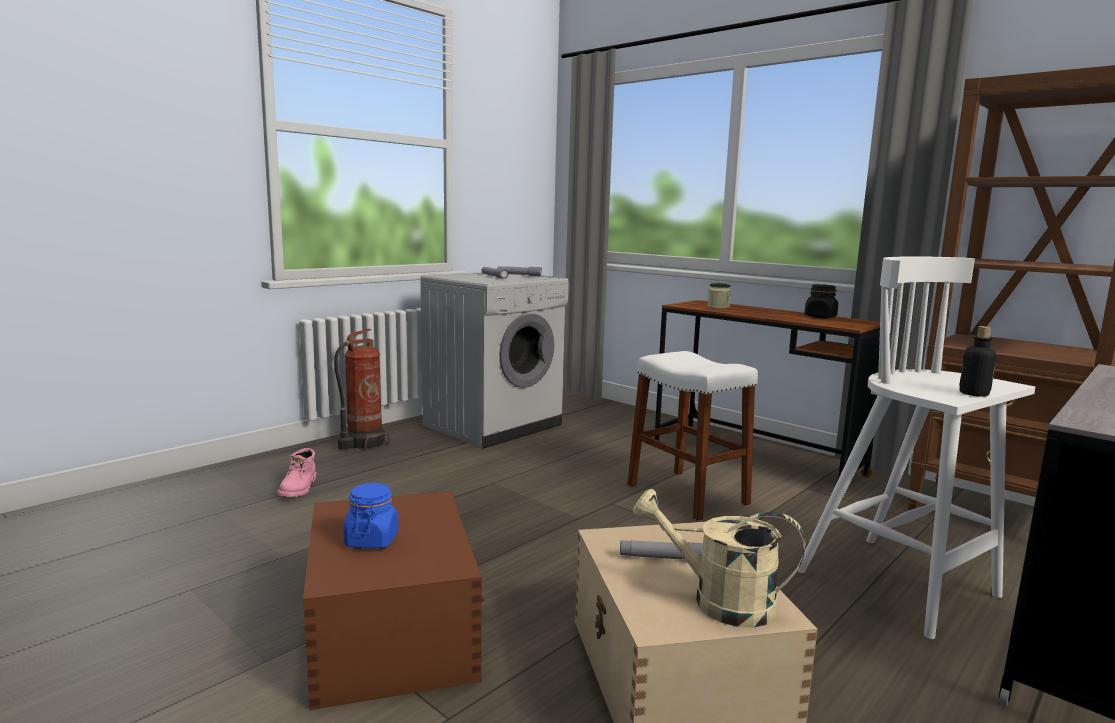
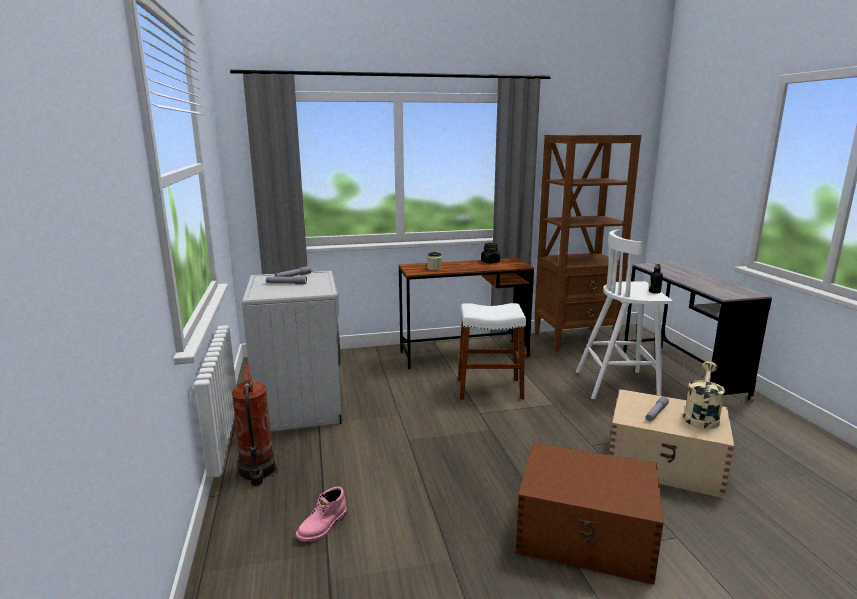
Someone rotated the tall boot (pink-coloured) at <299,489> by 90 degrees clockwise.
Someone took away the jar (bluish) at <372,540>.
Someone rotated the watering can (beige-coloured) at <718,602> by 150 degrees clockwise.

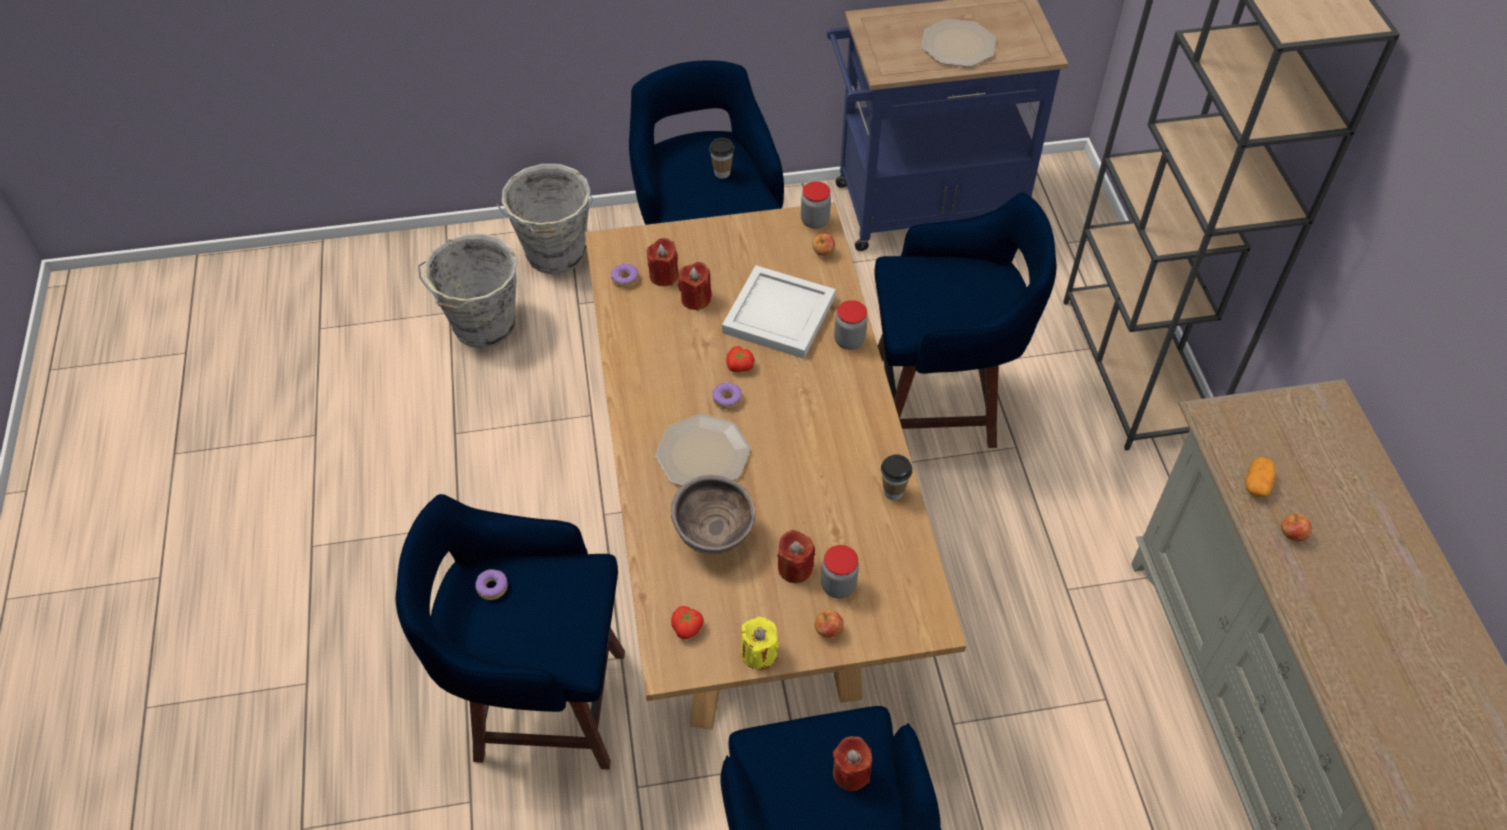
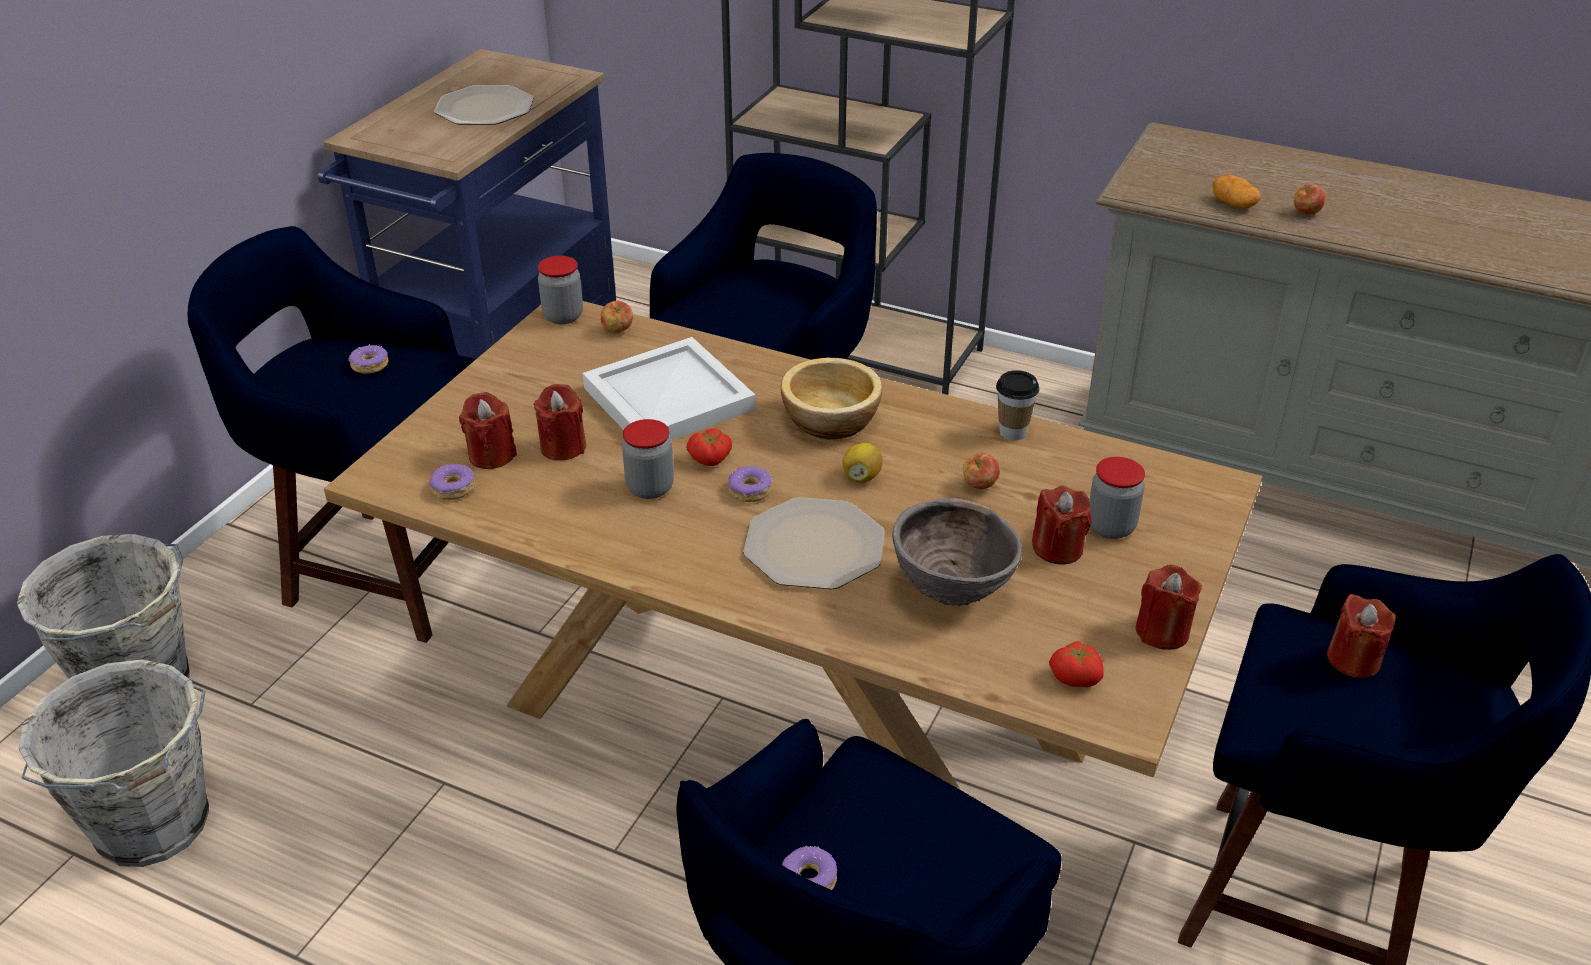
Someone swapped the small cup at <722,173> for the donut at <369,365>.
Someone carried the jar from <849,340> to <650,488>.
Someone carried the apple from <828,631> to <980,486>.
Someone repainted the wax light (yellow) at <759,653>, which became the wax light (red-coloured) at <1162,631>.
Someone put down the bowl at <832,420>.
Someone put down the citrus fruit at <862,477>.

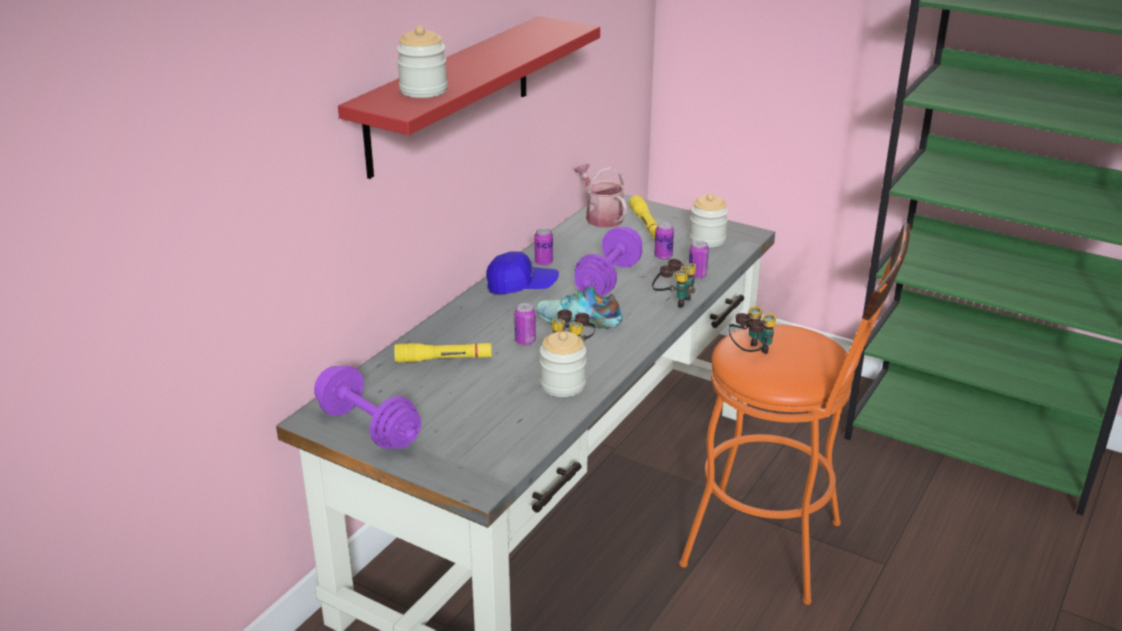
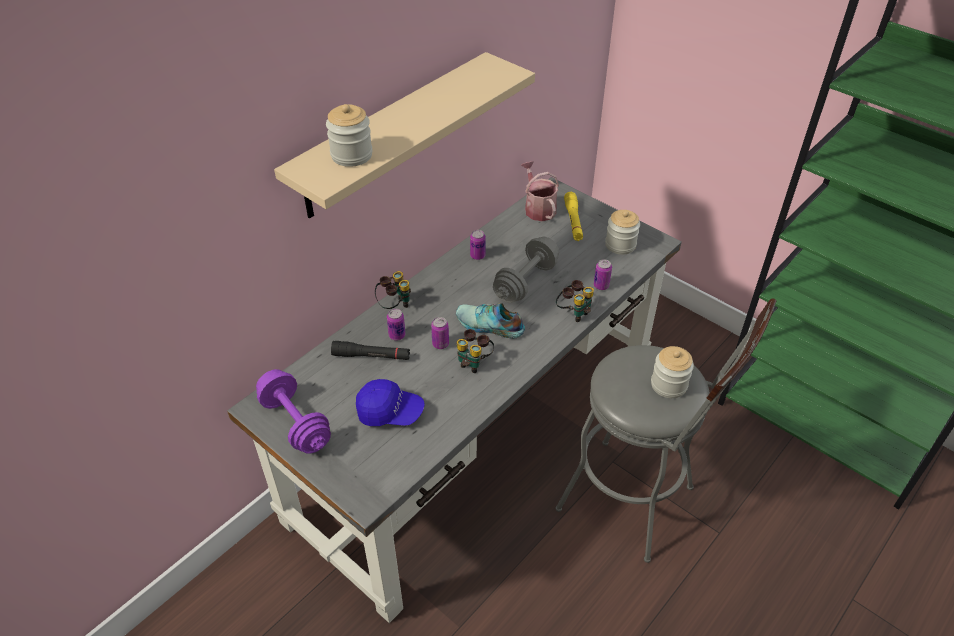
Someone repainted the wall shelf (red-coloured) at <450,95>, which became the wall shelf (beige-coloured) at <392,135>.
Someone carried the can from <663,256> to <397,335>.
Someone repainted the stool (orangey) at <777,548>, which became the stool (grey) at <636,504>.
Someone repainted the hand weight (purple-coloured) at <608,279>, which became the hand weight (grey) at <525,282>.
Someone carried the peaked cap (bluish) from <522,287> to <390,412>.
Someone carried the field glasses from <750,353> to <394,305>.
Someone carried the jar from <563,385> to <668,385>.
Someone repainted the flashlight (yellow) at <444,359>, which became the flashlight (black-coloured) at <371,356>.

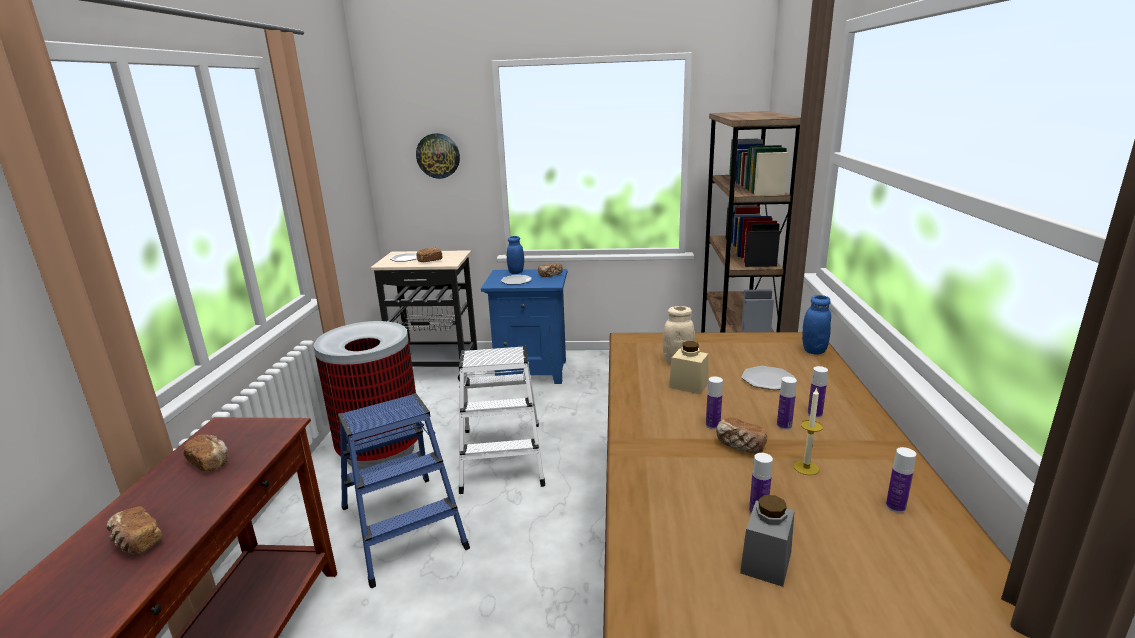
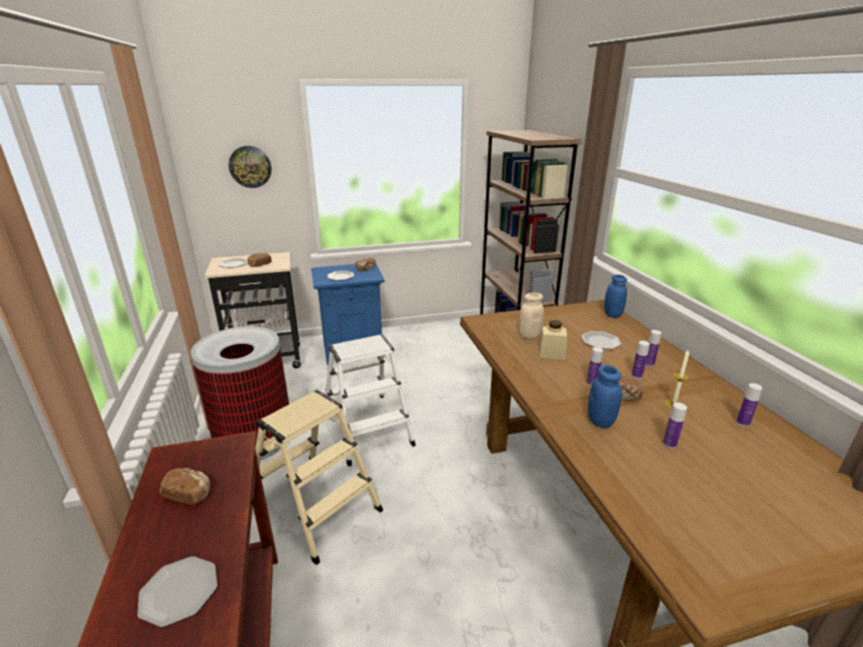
Someone carried the jar (bluish) from <516,272> to <600,421>.
Someone repainted the step stool (bluish) at <402,525>, which became the step stool (beige-coloured) at <313,504>.
Someone took away the jar (grey) at <766,562>.
Someone swapped the bread at <136,543> for the plate at <178,592>.

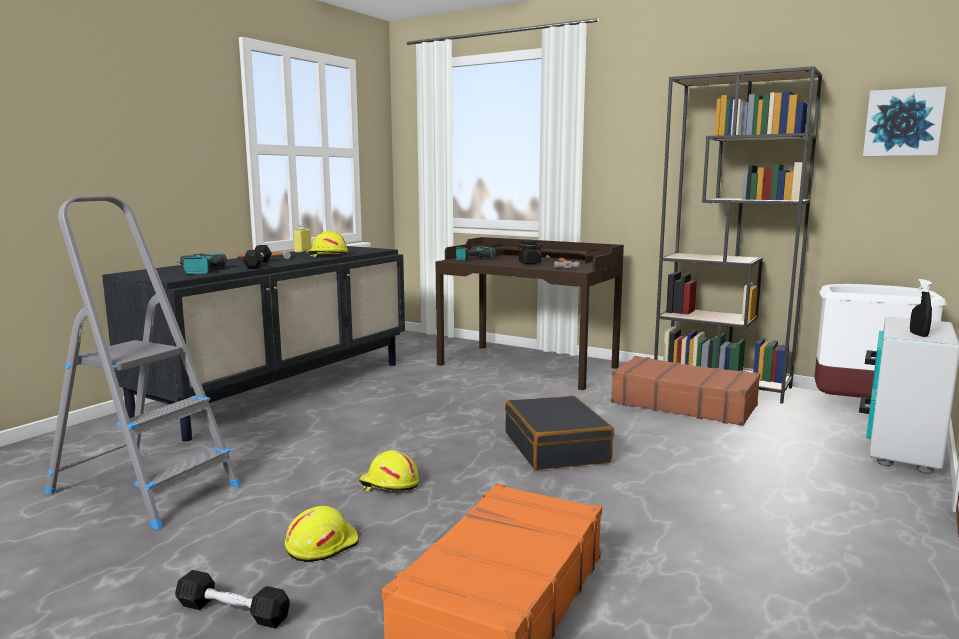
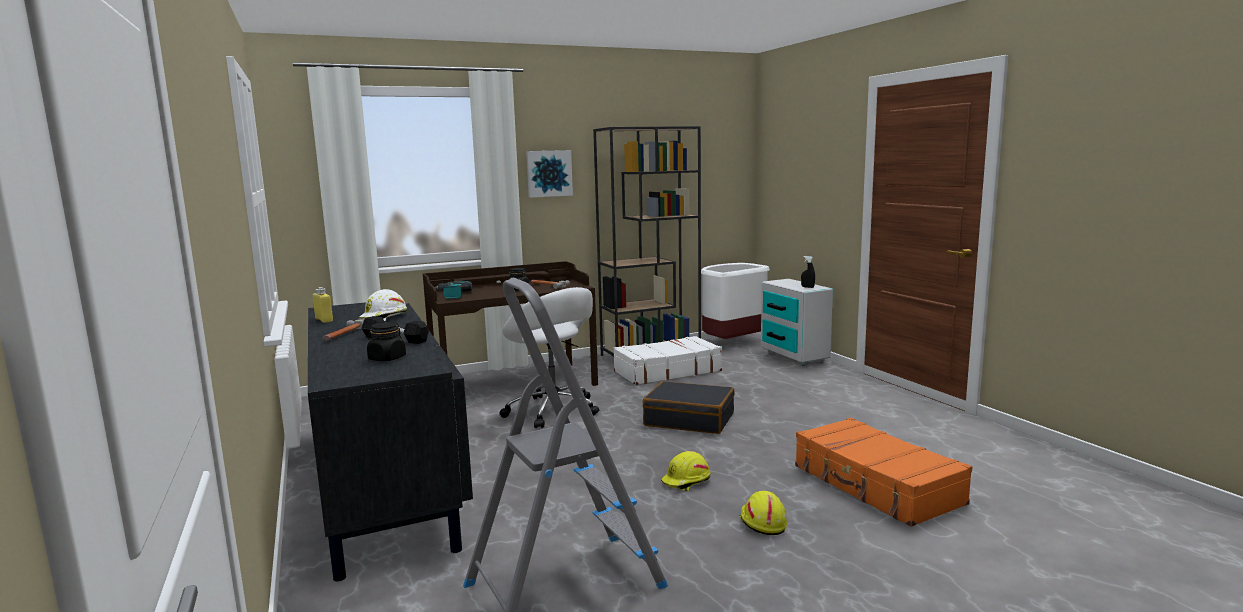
Someone carried the wall picture from <903,123> to <549,173>.
Someone repainted the work helmet (yellow) at <326,255>, which became the work helmet (white-coloured) at <384,317>.
Someone swapped the drill at <198,271> for the jar (black-coloured) at <387,358>.
Someone repainted the travel case (brownish) at <683,404>, which became the travel case (white-coloured) at <666,371>.
Someone took away the hand weight (black-coloured) at <233,612>.
Someone put down the office chair (white-coloured) at <553,411>.

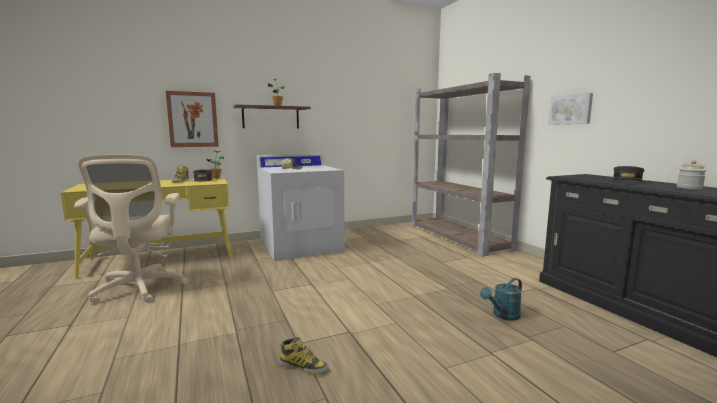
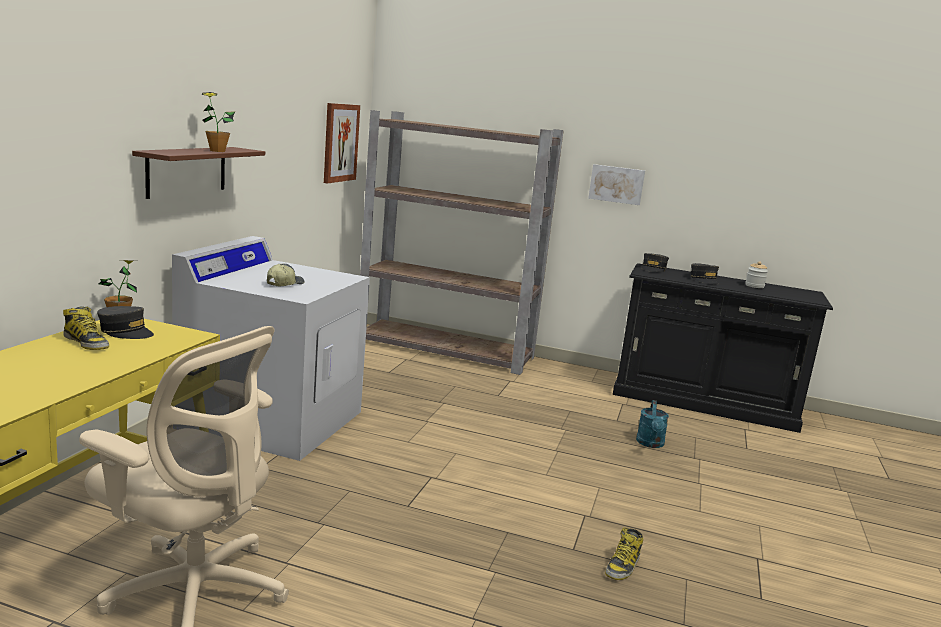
Someone carried the wall picture from <193,119> to <340,142>.
Someone rotated the tall boot at <304,366> by 150 degrees clockwise.
Someone put down the peaked cap (grey) at <653,269>.

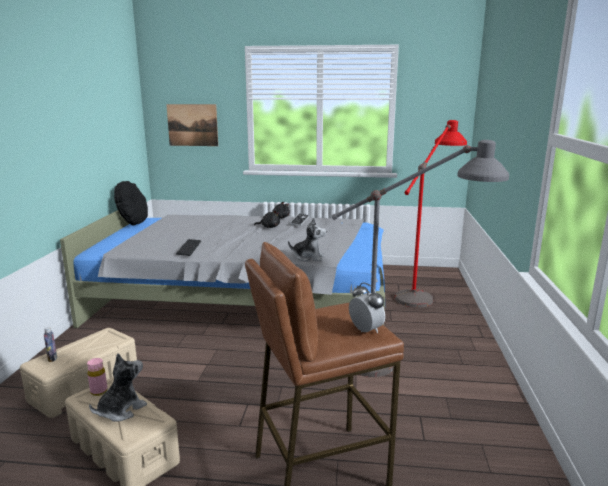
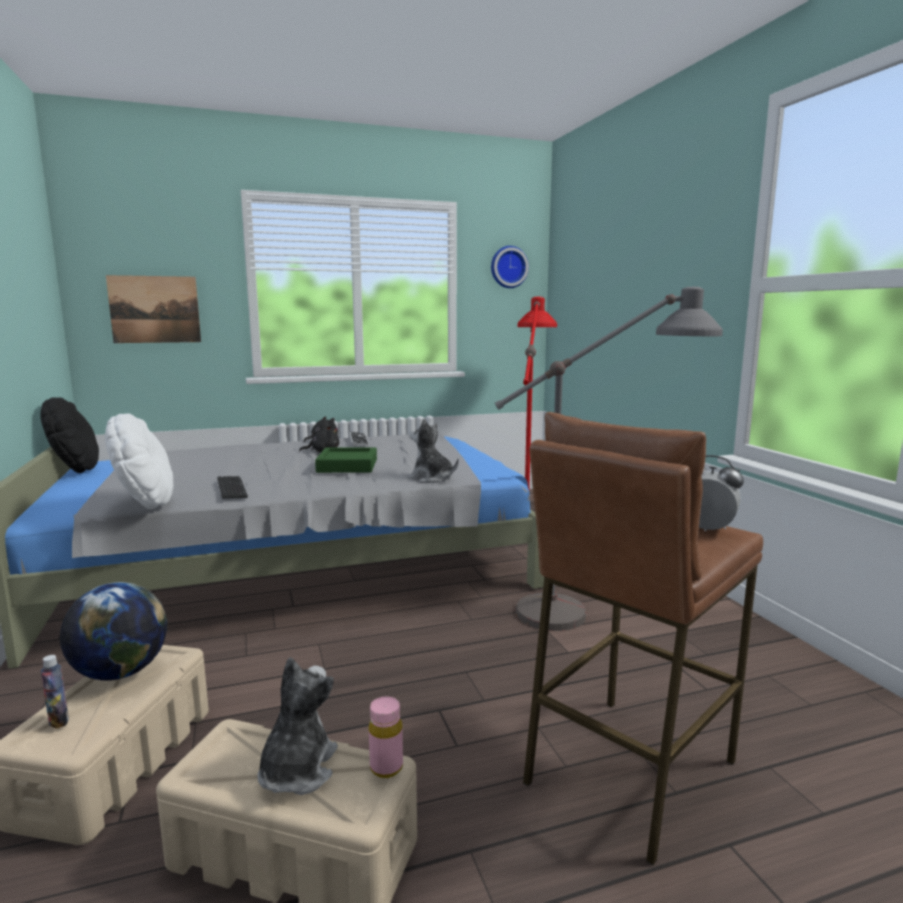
Someone rotated the plush toy at <308,257> by 135 degrees counterclockwise.
Someone carried the bottle (pink-coloured) from <99,391> to <386,767>.
Someone put up the clock on the wall at <508,267>.
Someone put down the throw pillow (white-coloured) at <145,504>.
Someone put down the tray (greenish) at <347,466>.
Someone put down the desk globe at <120,672>.

